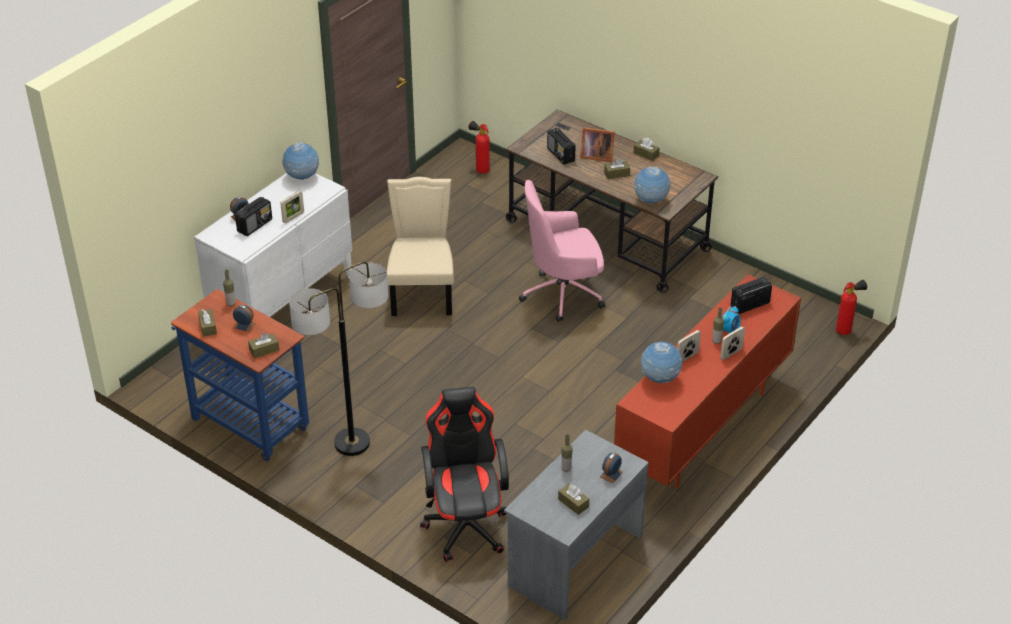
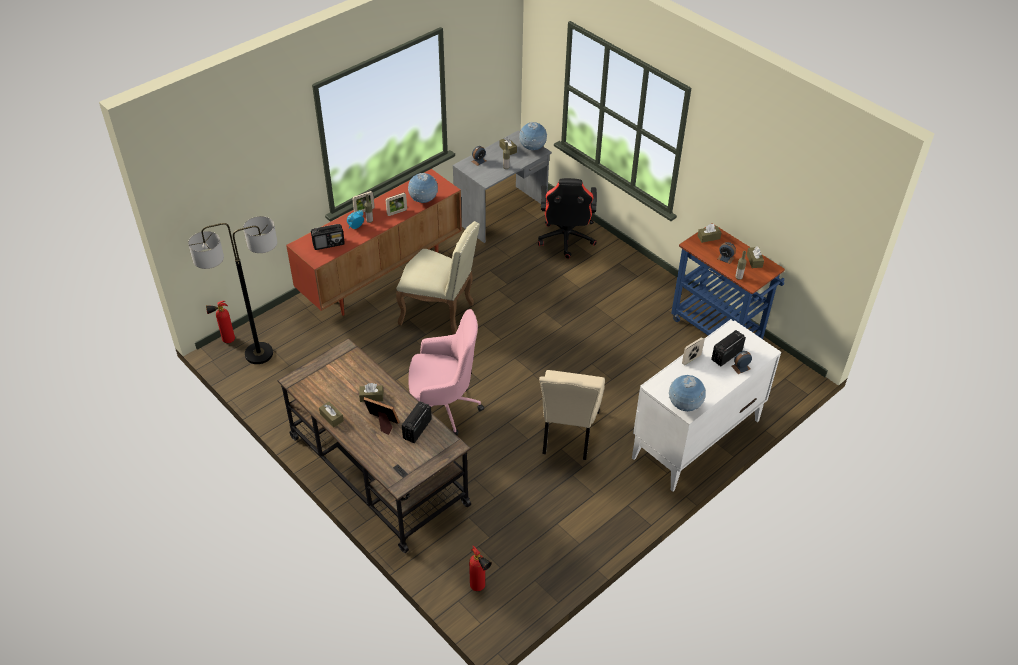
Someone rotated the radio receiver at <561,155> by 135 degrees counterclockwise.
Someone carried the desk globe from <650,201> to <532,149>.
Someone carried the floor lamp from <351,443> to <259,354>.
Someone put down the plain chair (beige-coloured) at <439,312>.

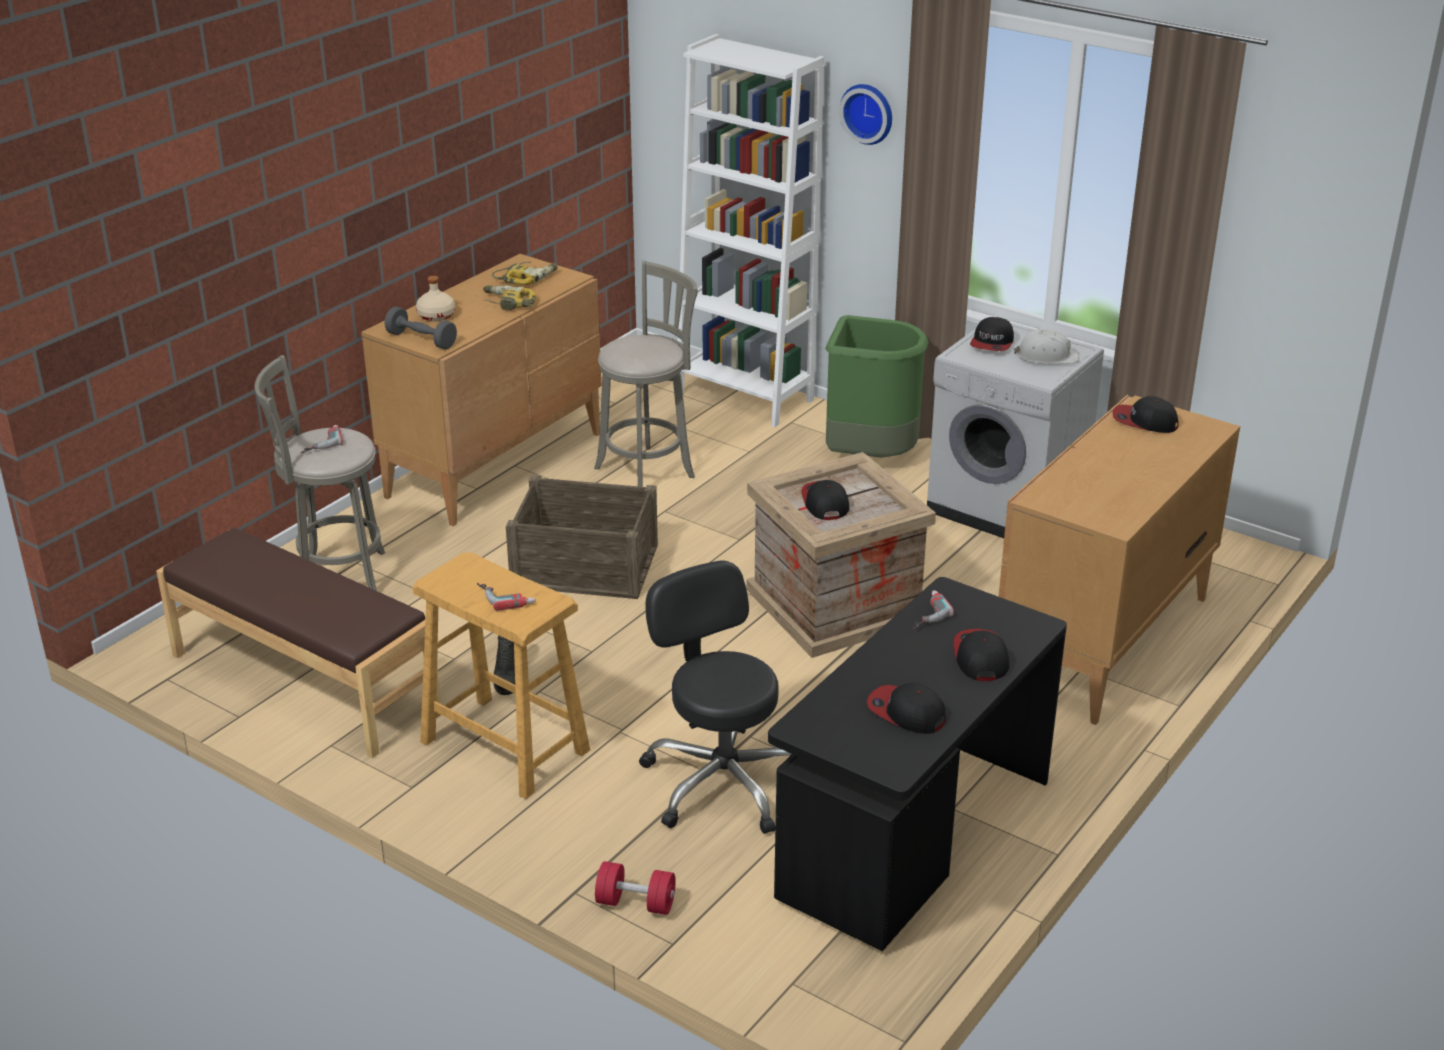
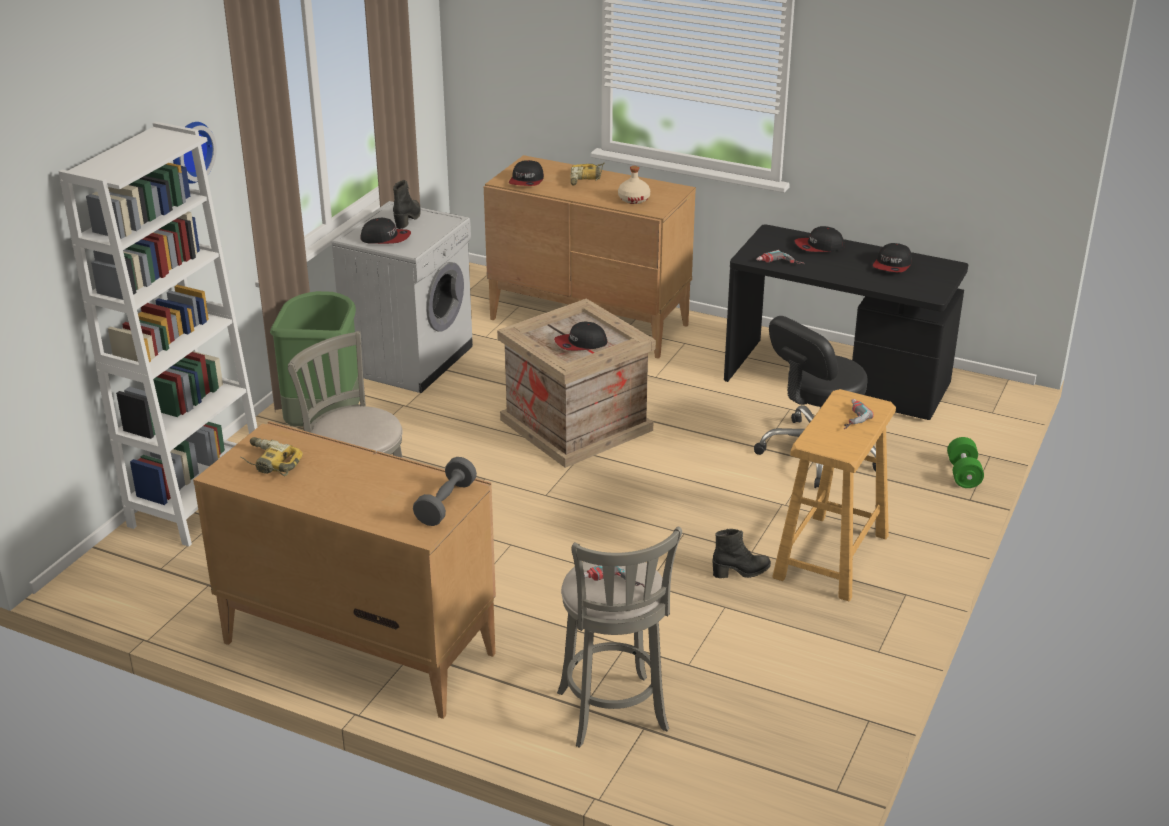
Someone carried the bottle (beige-coloured) from <436,316> to <634,199>.
Someone carried the drill from <508,304> to <586,179>.
Someone swapped the work helmet (white-coloured) at <1046,356> for the tall boot (black-coloured) at <408,219>.
Someone took away the crate at <584,564>.
Someone took away the indoor bench (brownish) at <303,682>.
Someone repainted the hand weight (red-coloured) at <635,903>, which became the hand weight (greenish) at <963,474>.

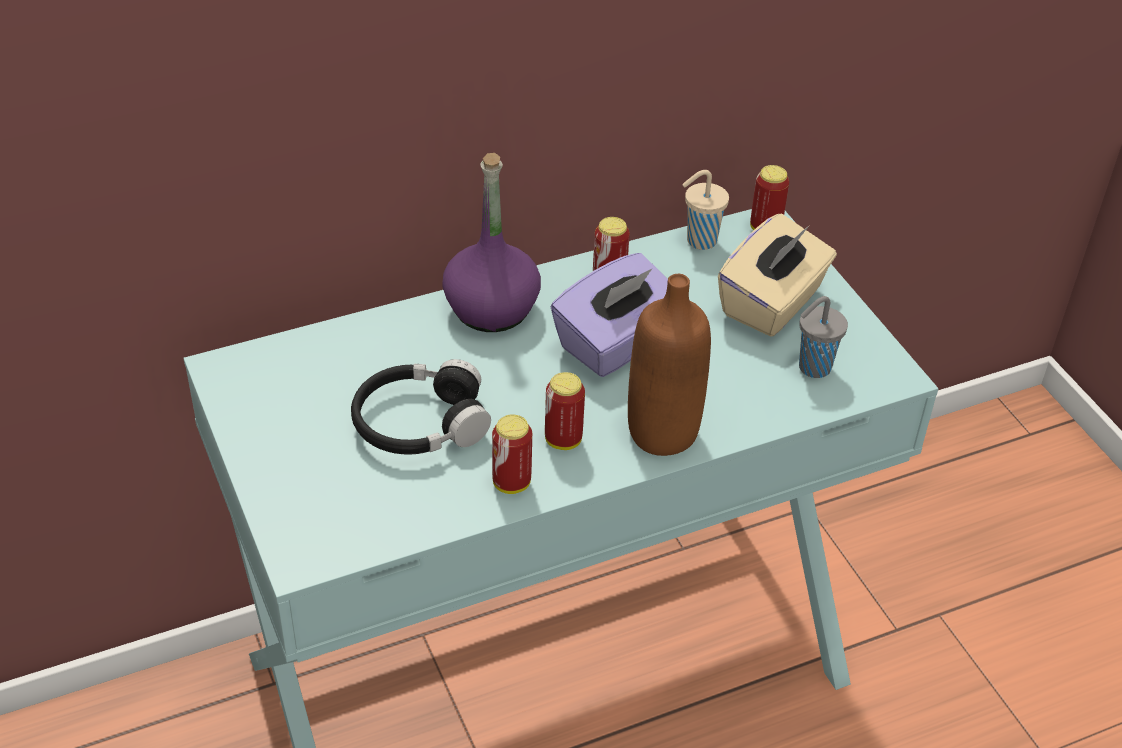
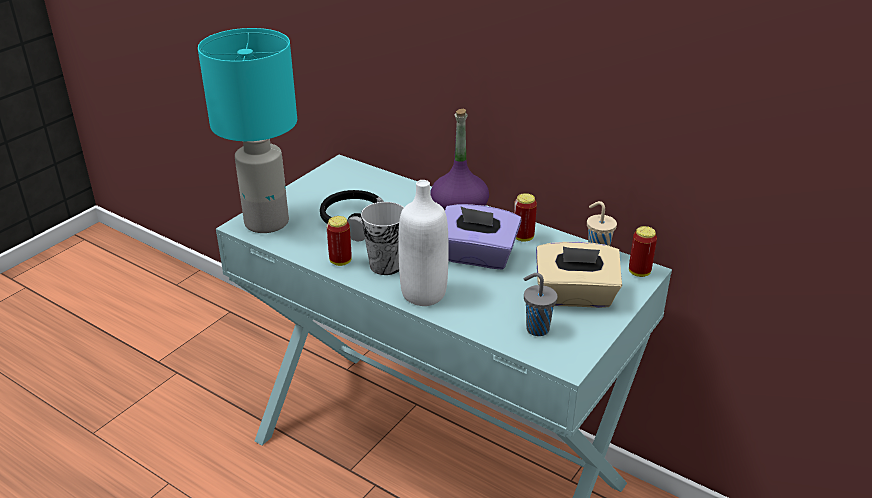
Someone repainted the bottle (brownish) at <662,433>, which became the bottle (white-coloured) at <423,294>.
Someone swapped the can at <563,440> for the small cup at <386,265>.
Someone put down the lamp for a table (turquoise-coloured) at <267,222>.

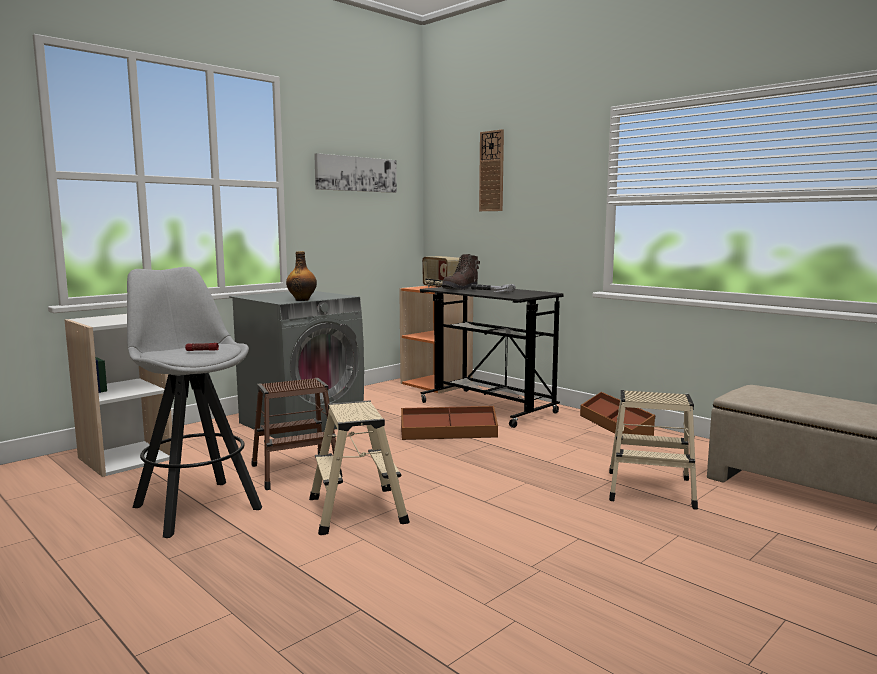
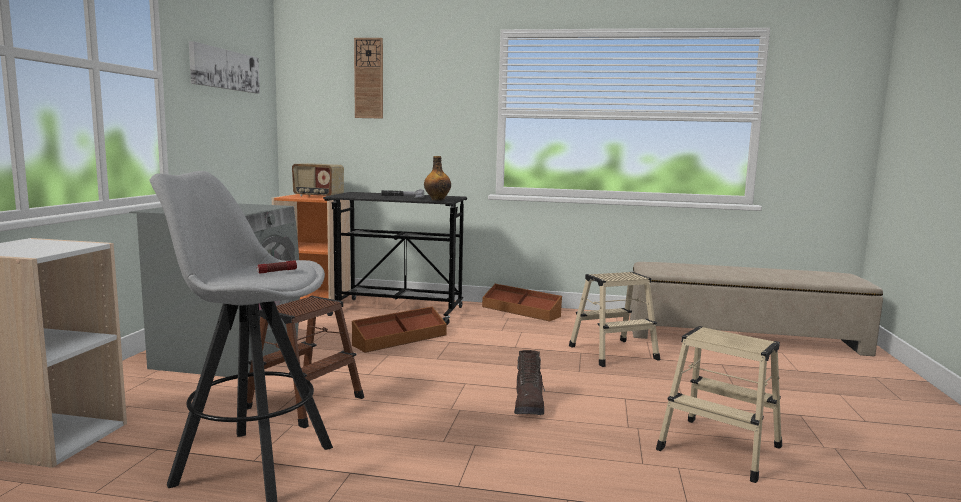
Someone carried the bottle from <302,300> to <437,200>.
Someone carried the tall boot (brownish) from <461,288> to <528,405>.
Someone carried the step stool (beige-coloured) from <357,510> to <720,447>.

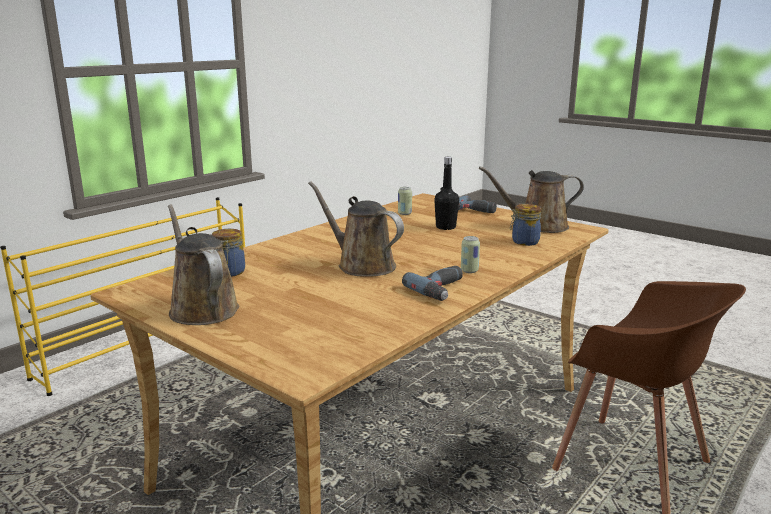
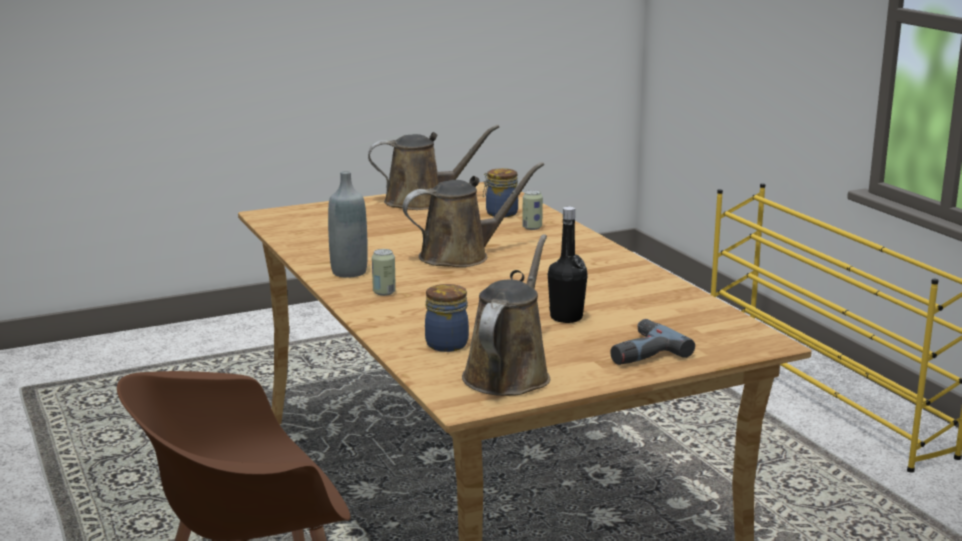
Someone carried the can from <404,213> to <532,227>.
Someone swapped the drill at <443,290> for the bottle (grey) at <349,272>.

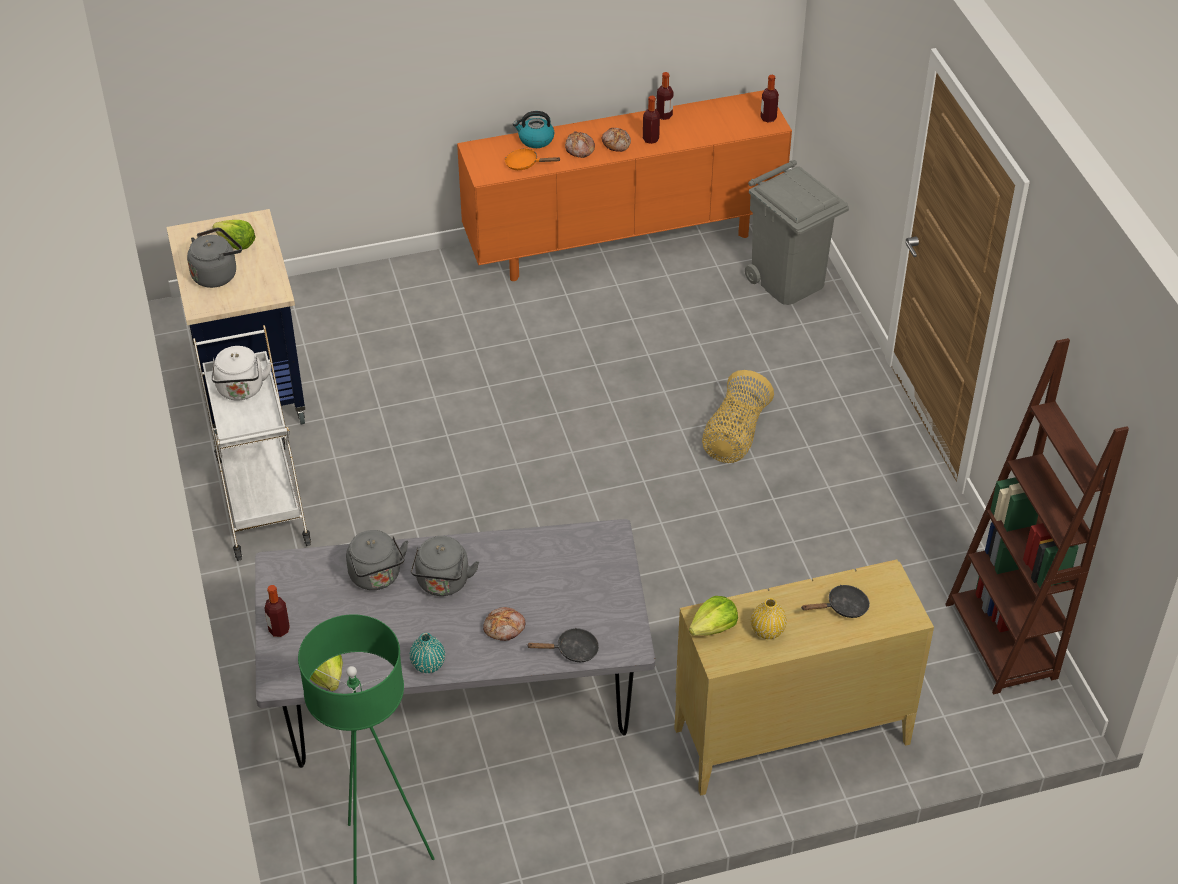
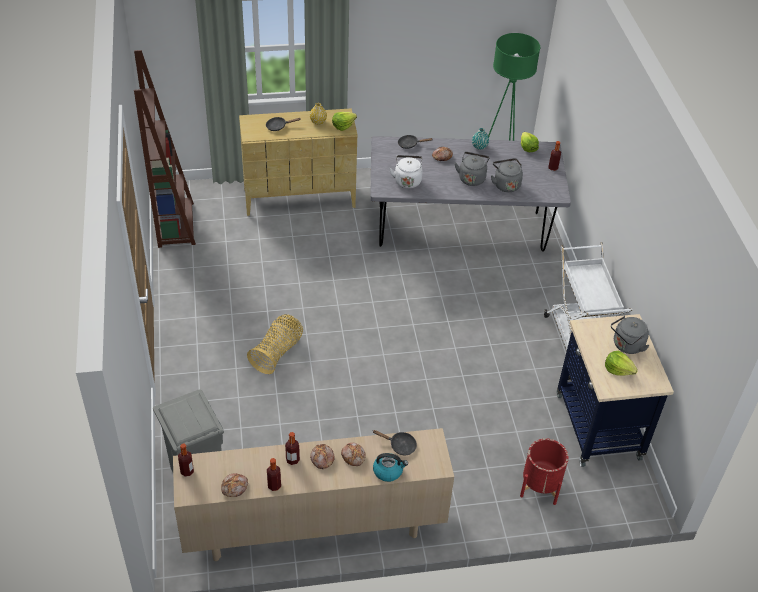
Someone repainted the storage cabinet (orangey) at <623,241>, which became the storage cabinet (beige-coloured) at <313,529>.
Someone repainted the frying pan (orangey) at <525,164>, which became the frying pan (black-coloured) at <399,445>.
Someone carried the tea kettle (white-coloured) from <241,390> to <407,180>.
Someone put down the flower pot (red-coloured) at <540,486>.
Someone put down the bread at <235,487>.

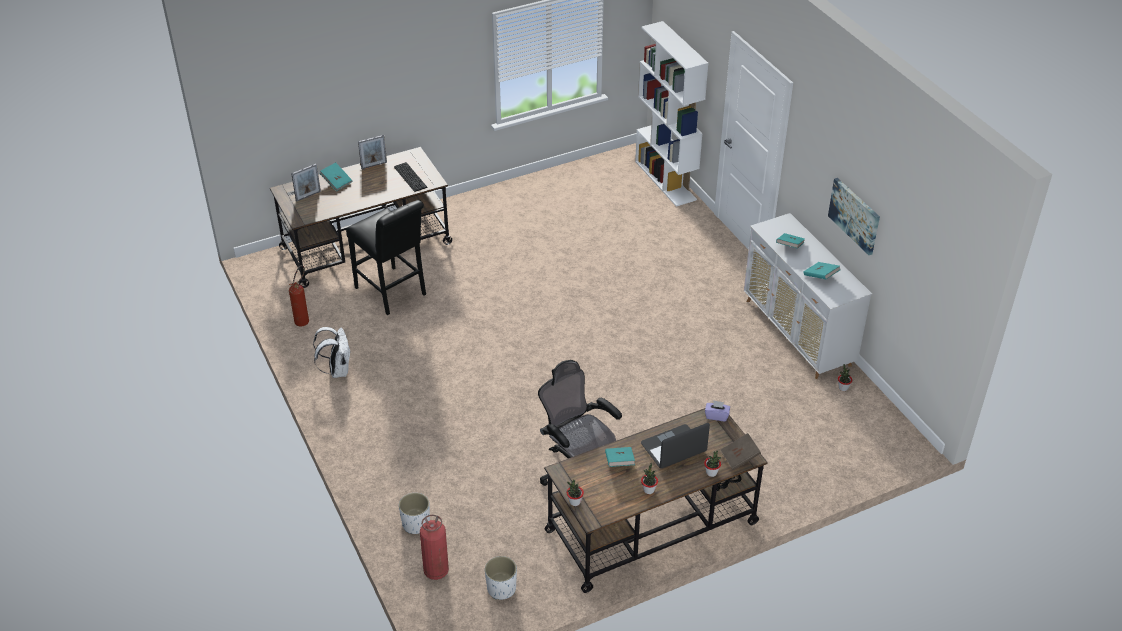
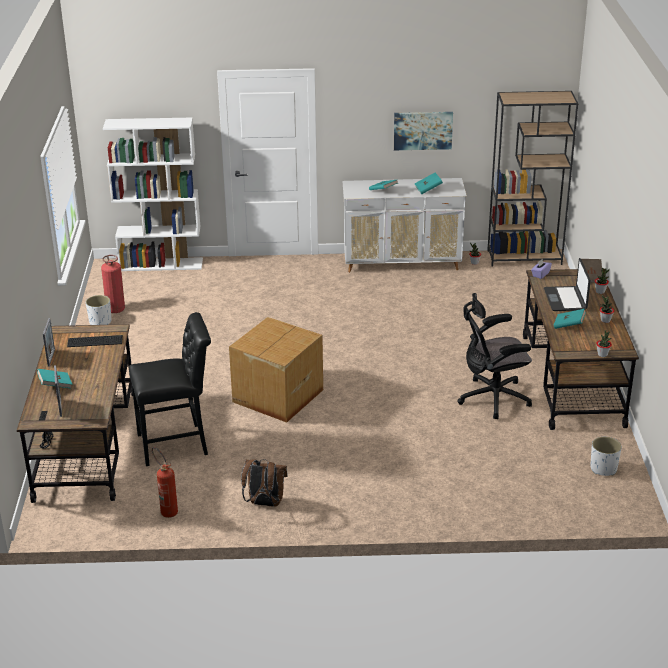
Someone repainted the backpack (white-coloured) at <337,370>, which became the backpack (brownish) at <264,503>.
Someone carried the flower pot (white-coloured) from <416,524> to <100,322>.
Someone carried the extinguisher from <436,571> to <115,309>.
Someone put down the bookshelf at <524,257>.
Someone put down the packing box at <276,396>.

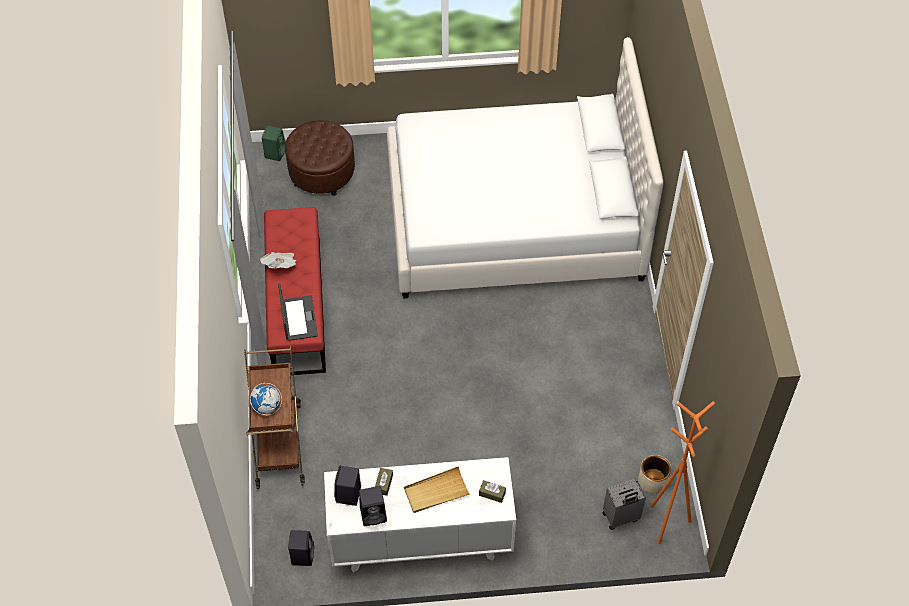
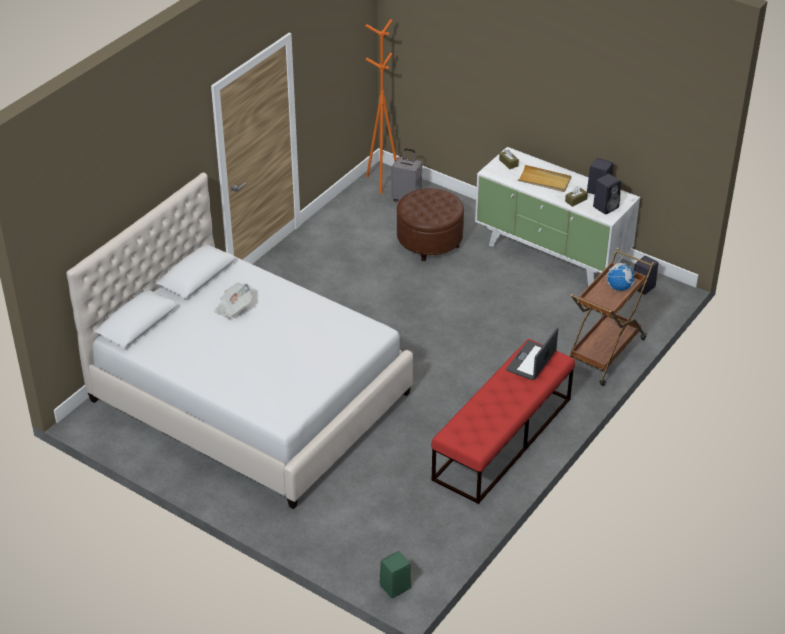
Someone carried the ottoman (brownish) from <322,174> to <429,242>.
Someone carried the newspaper from <280,265> to <233,308>.
Someone took away the flower pot (beige-coloured) at <653,481>.

